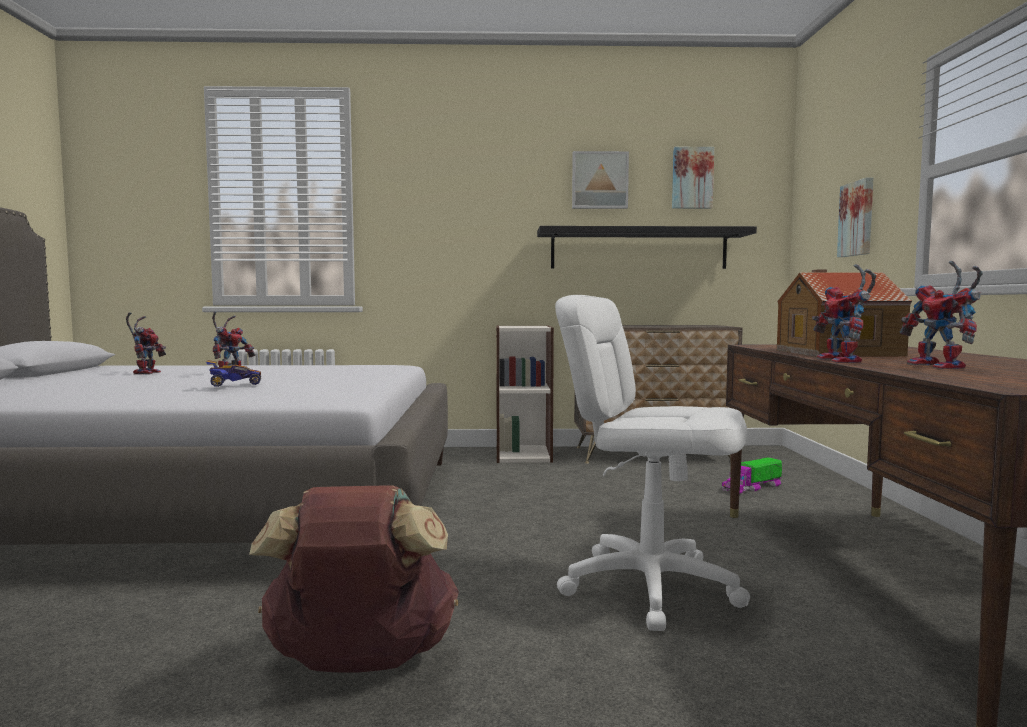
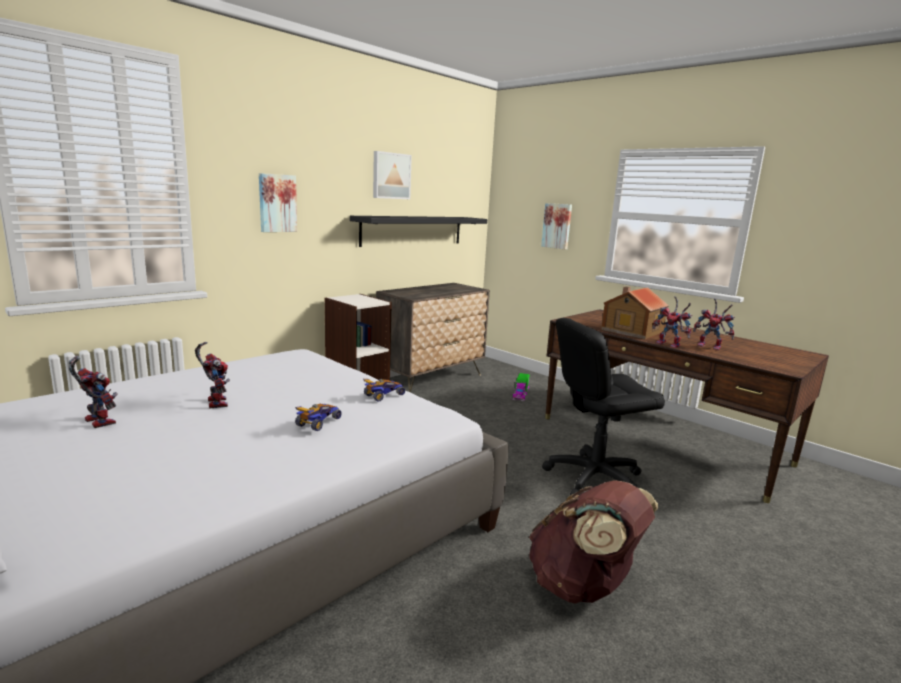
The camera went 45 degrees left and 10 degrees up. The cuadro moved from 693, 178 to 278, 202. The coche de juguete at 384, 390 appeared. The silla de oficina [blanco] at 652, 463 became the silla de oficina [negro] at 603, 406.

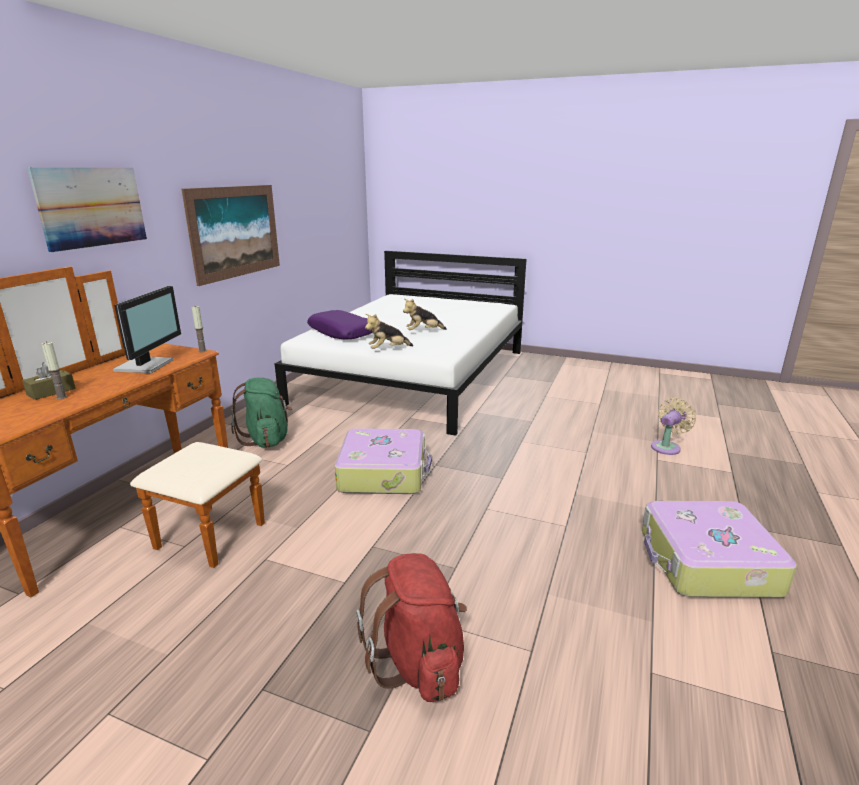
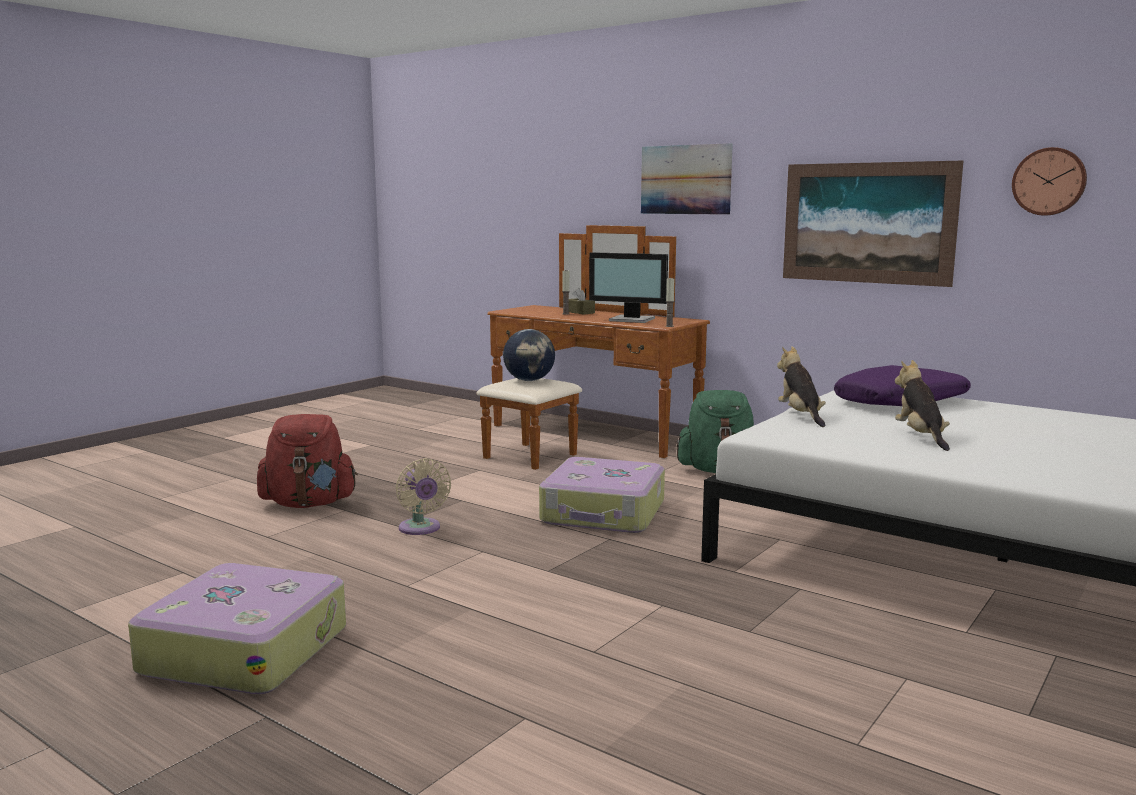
The camera went 105 degrees right and 10 degrees down. The ventilador [beis] moved from 673, 426 to 423, 496. The globo terráqueo at 529, 355 appeared. The reloj de pared at 1049, 181 appeared.

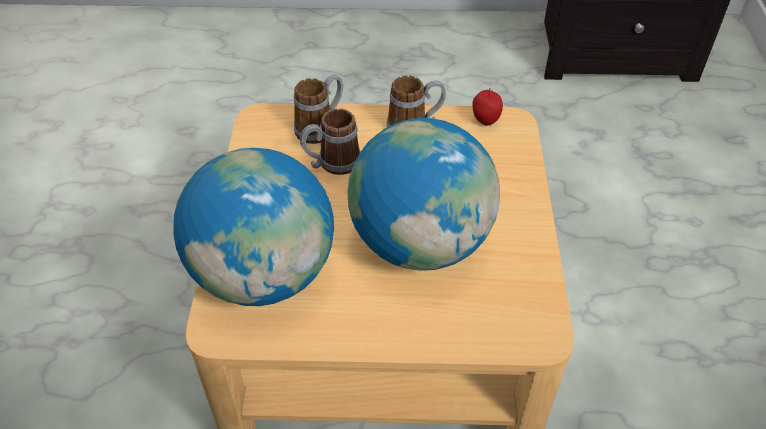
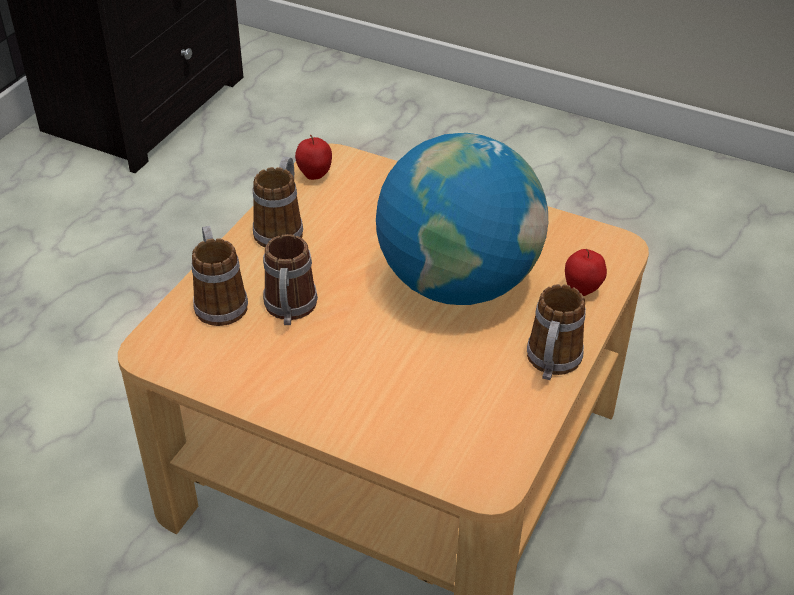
The camera went 65 degrees left and 5 degrees down. The taza grande at 556, 332 appeared. The manzana at 586, 272 appeared. The globo terráqueo at 253, 227 disappeared.

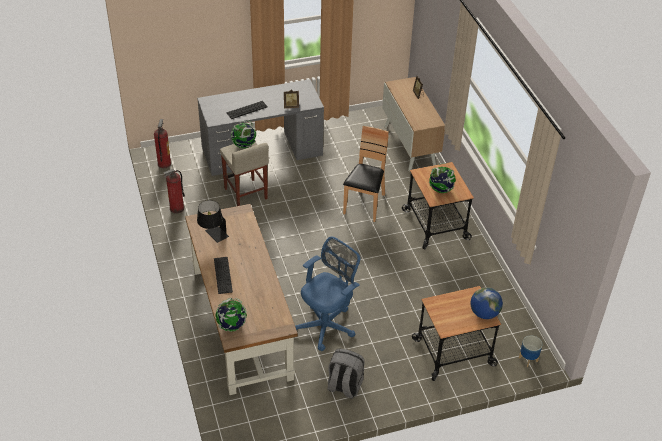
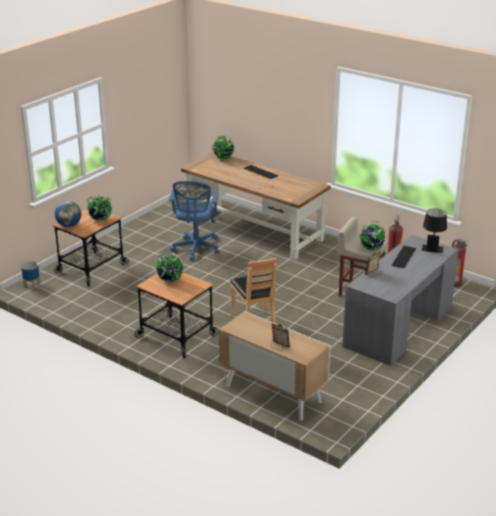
The camera went 145 degrees right and 15 degrees down. The globo terráqueo at 99, 207 appeared. The lámpara de mesa [negro] moved from 213, 221 to 434, 231. The mochila [gris] at 346, 374 disappeared.

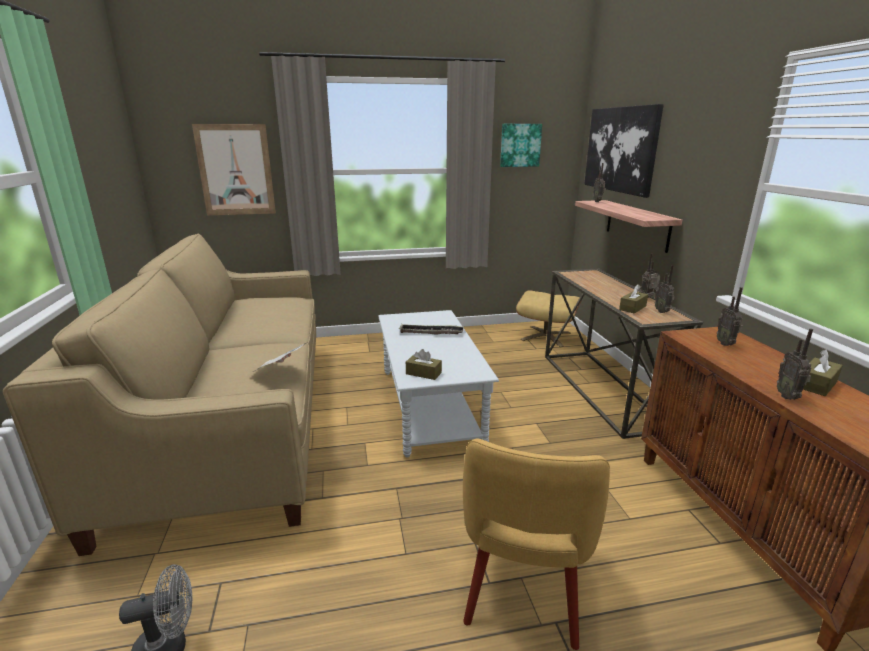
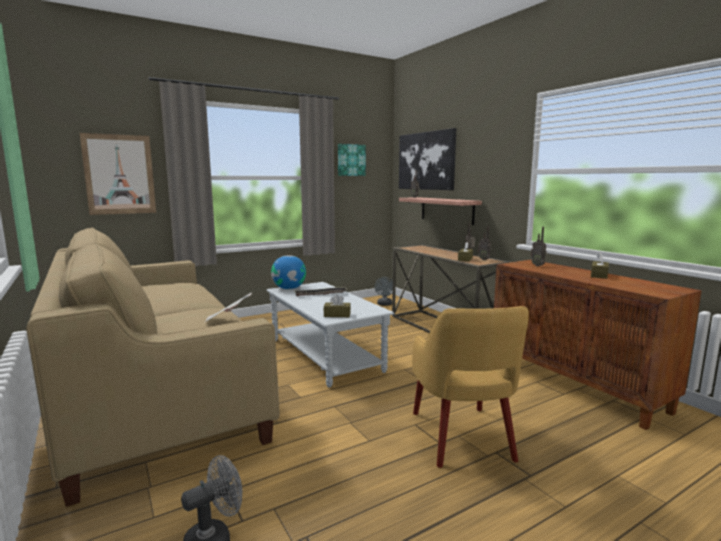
The camera went 20 degrees left and 10 degrees down. The globo terráqueo at 288, 272 appeared. The puf [beis] at 549, 318 was replaced by the ventilador [gris] at 384, 291. The radio at 795, 364 disappeared.

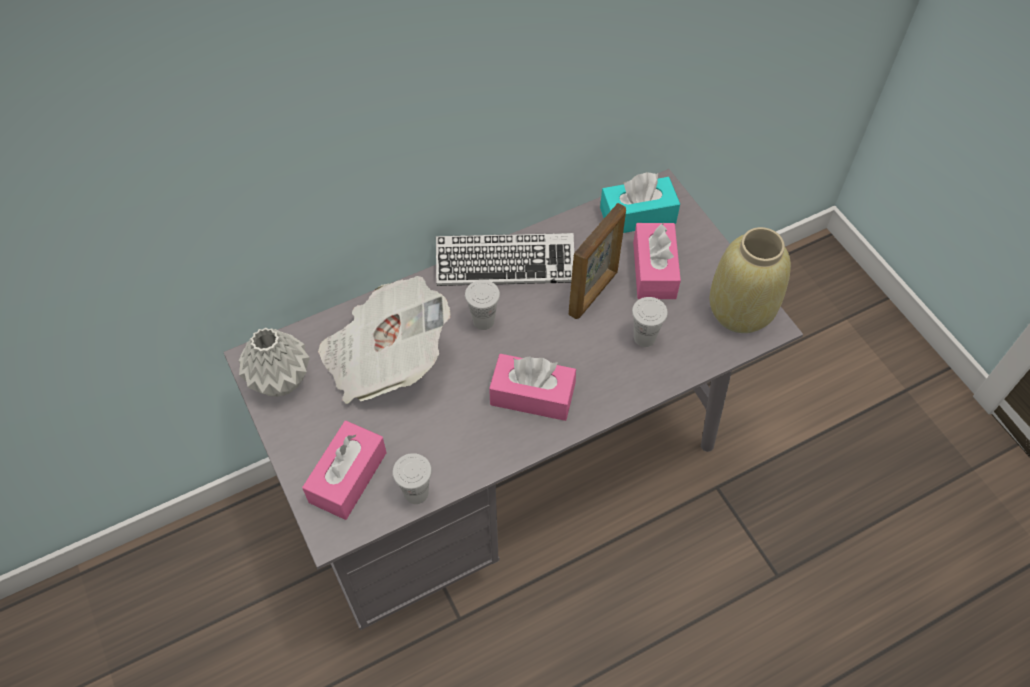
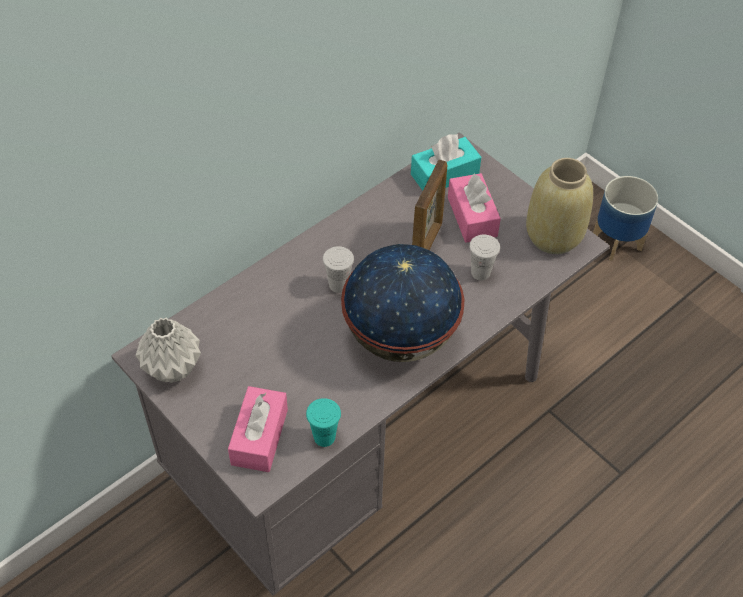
The camera went 15 degrees left and 5 degrees down. The taza [blanco] at 412, 478 became the taza [turquesa] at 323, 422. The caja de pañuelos [rosa] at 532, 387 was replaced by the globo terráqueo at 402, 303. The maceta at 625, 218 appeared. The periódico at 384, 340 disappeared. The teclado at 505, 259 disappeared.

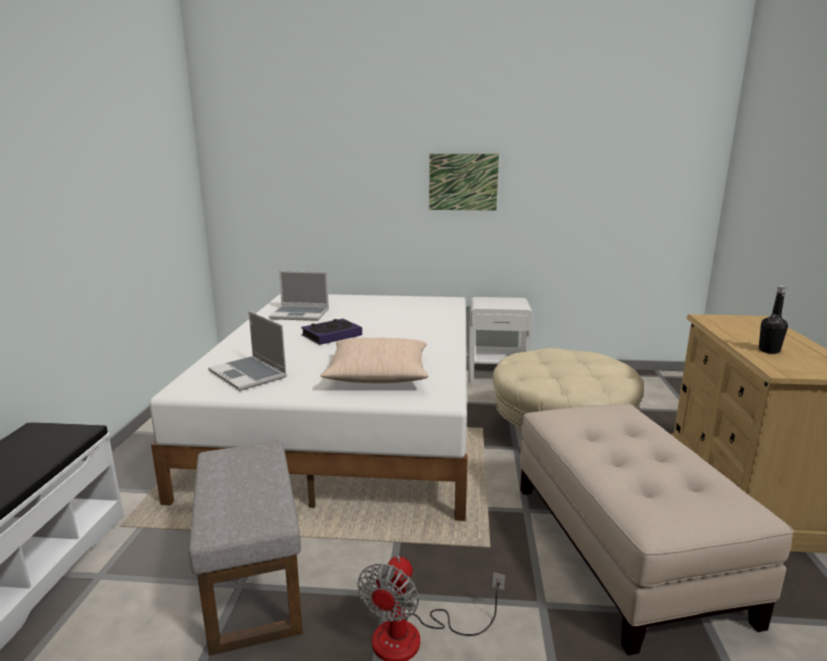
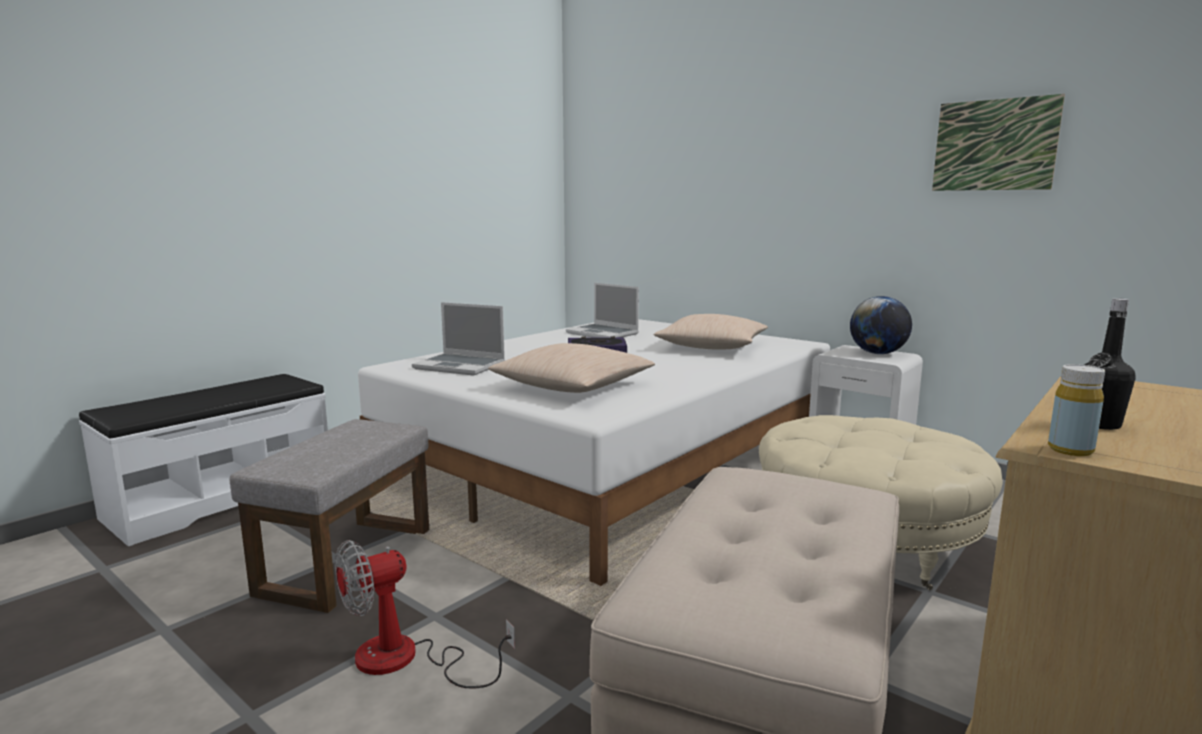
The camera went 35 degrees right and 5 degrees down. The portátil at 247, 351 turned 60 degrees counterclockwise. The cojín [beis] at 711, 332 appeared. The globo terráqueo at 881, 325 appeared. The cuadro moved from 464, 182 to 998, 142. The botella [amarillo] at 1076, 410 appeared.

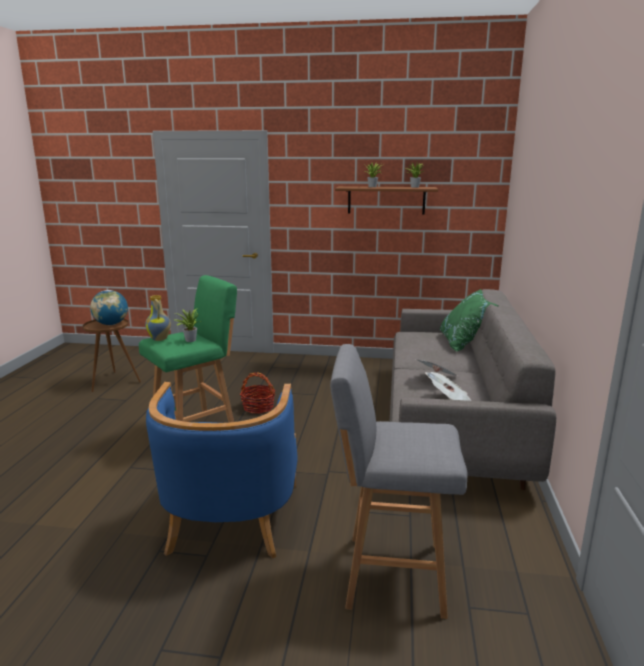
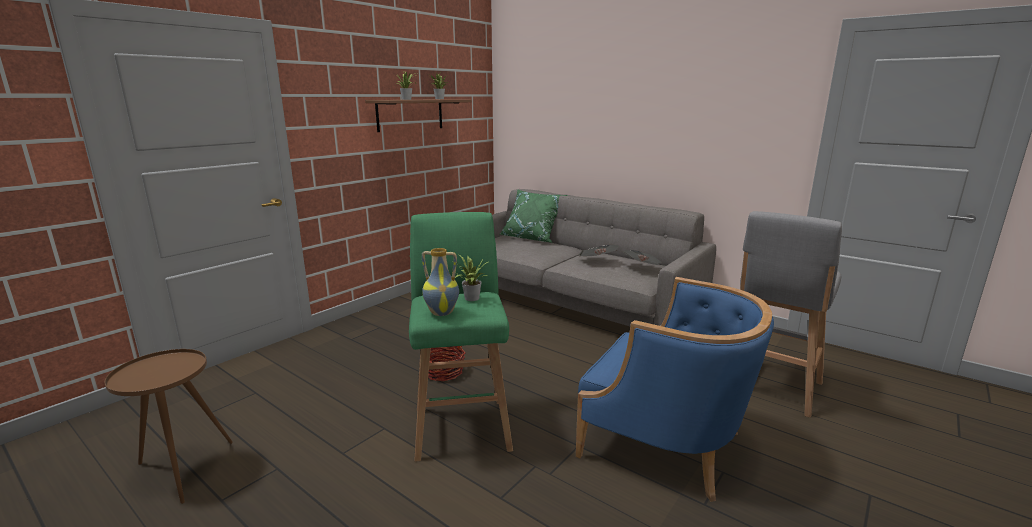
The camera went 60 degrees left and 0 degrees up. The globo terráqueo at 109, 307 disappeared.

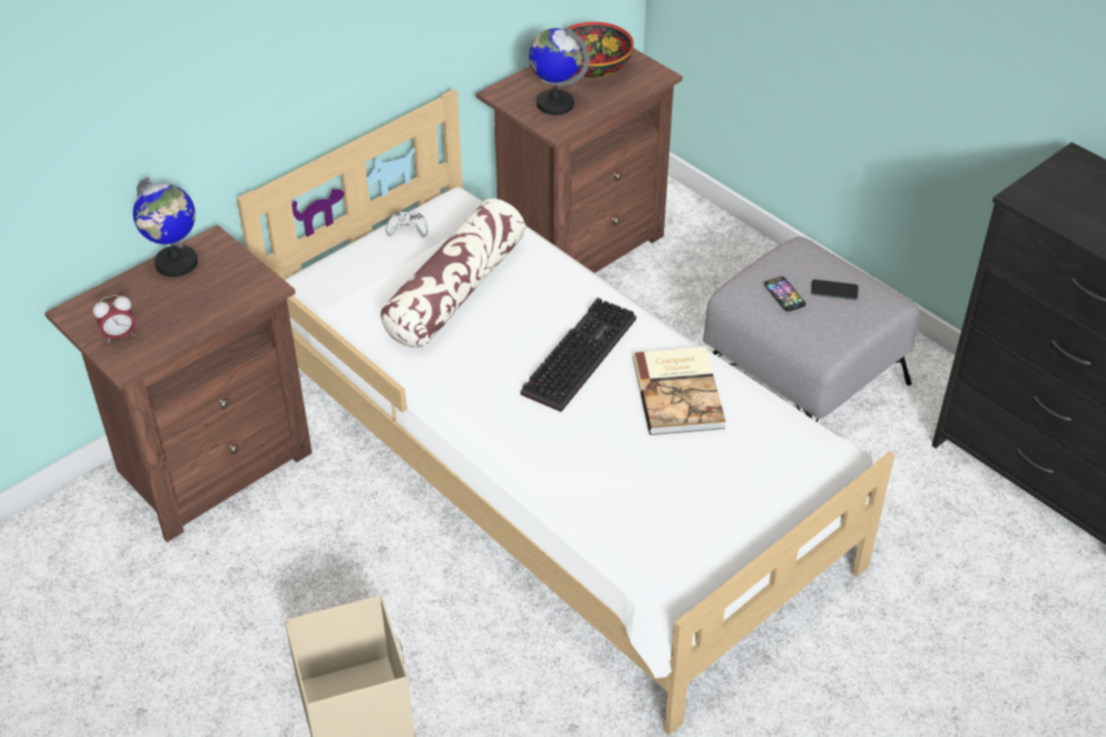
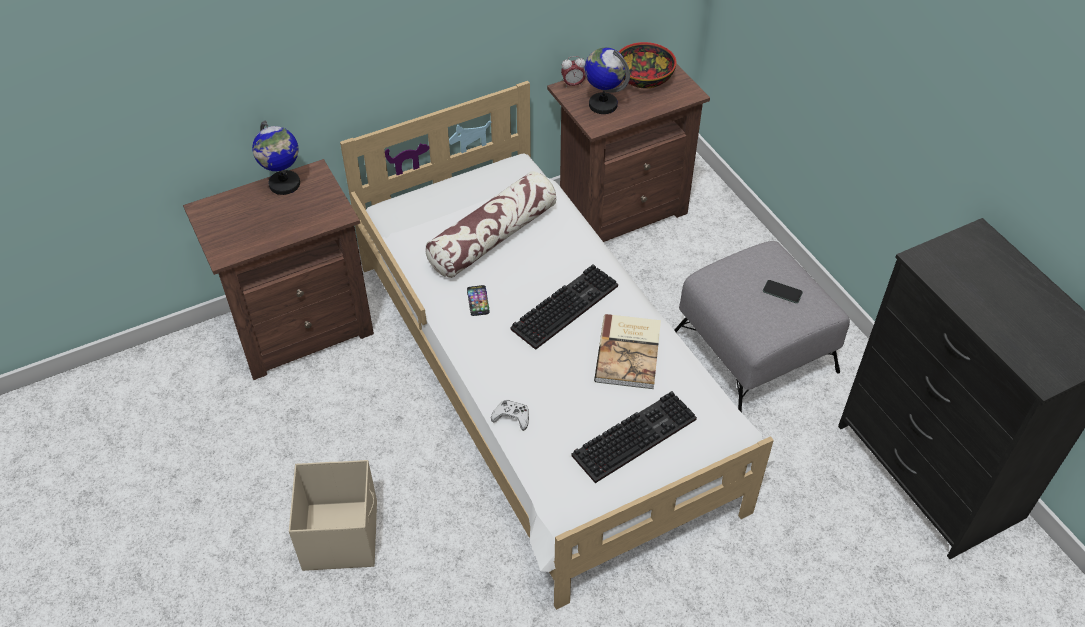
The camera went 15 degrees right and 5 degrees up. The móvil moved from 785, 294 to 478, 300. The mando de consola [blanco] moved from 407, 224 to 510, 415. The despertador moved from 114, 319 to 573, 72. The teclado at 634, 437 appeared.

